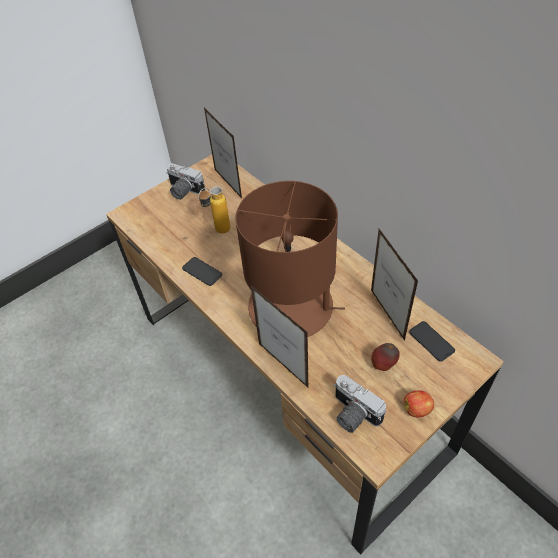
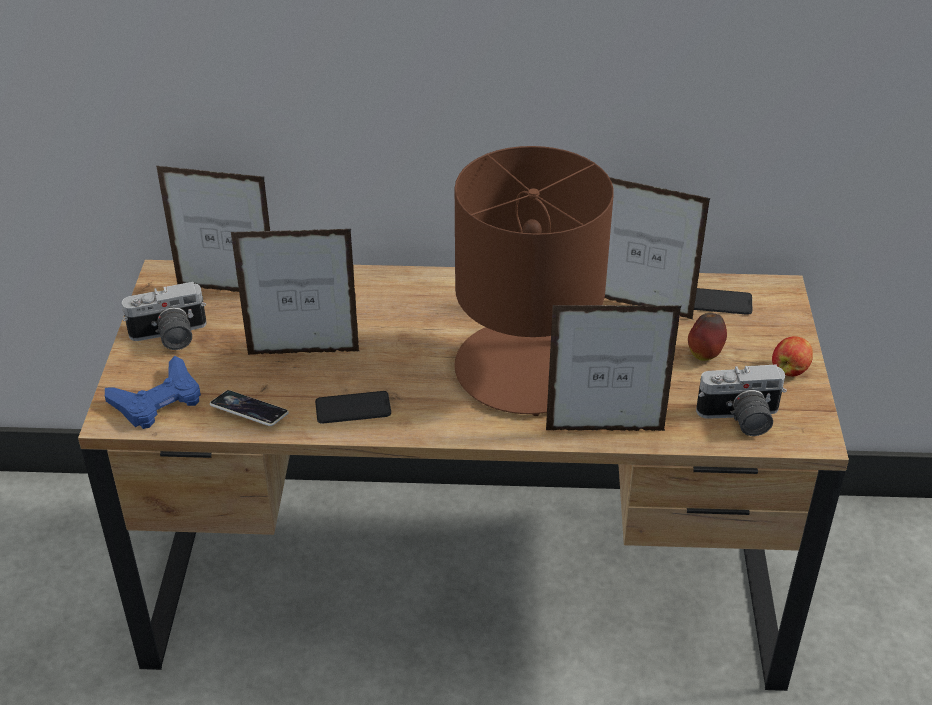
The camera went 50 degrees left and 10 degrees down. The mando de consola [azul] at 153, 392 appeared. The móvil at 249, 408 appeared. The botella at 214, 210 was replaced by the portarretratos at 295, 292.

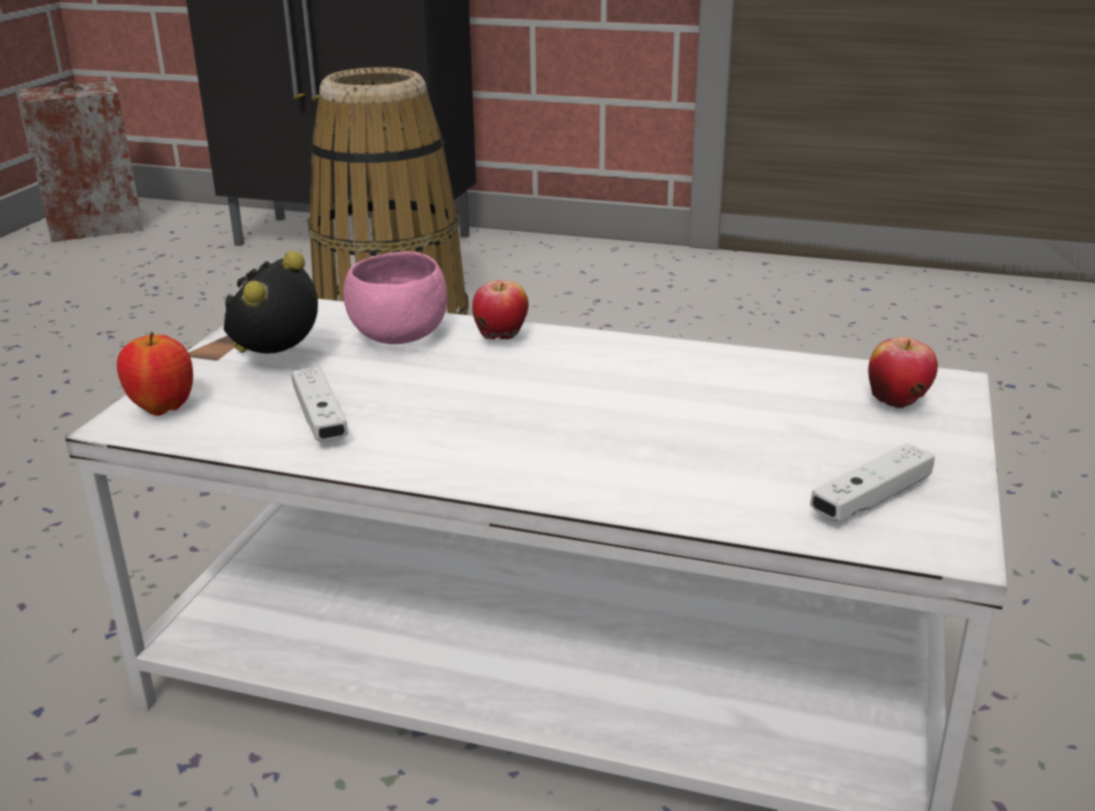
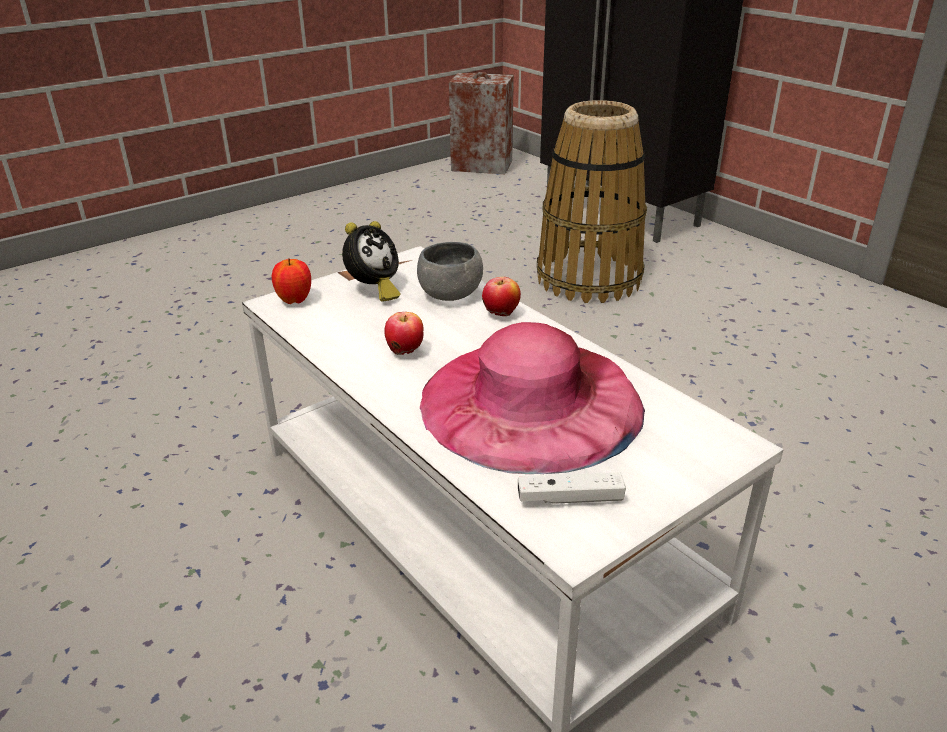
The camera went 35 degrees right and 5 degrees up. The despertador at 271, 302 turned 150 degrees clockwise. The manzana moved from 903, 373 to 403, 333. The cuenco [rosa] at 395, 297 became the cuenco [gris] at 450, 271. The sombrero [rosa] at 532, 398 appeared. The mando de consola [blanco] at 320, 404 disappeared.

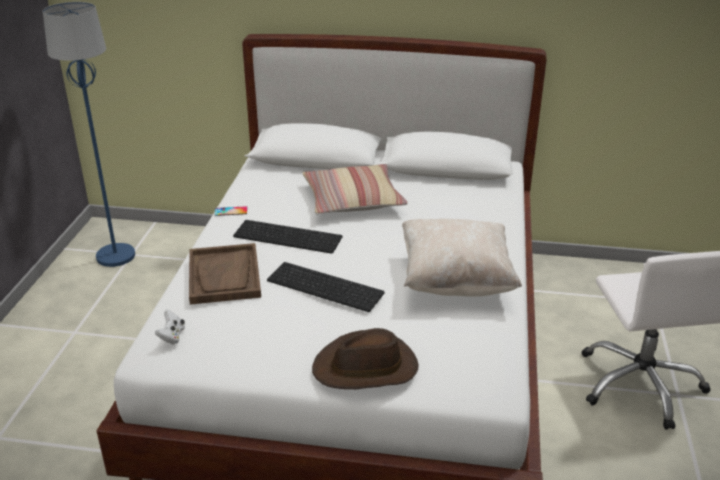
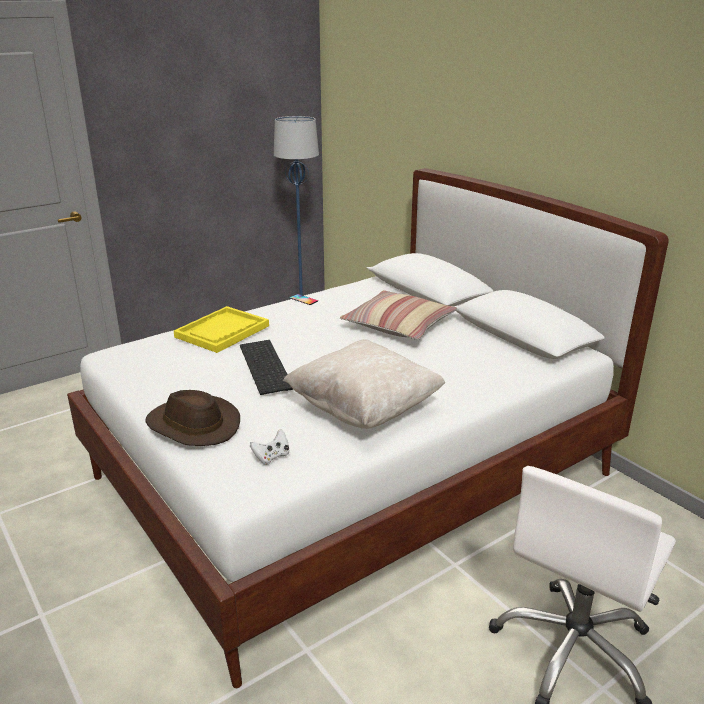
The camera went 45 degrees right and 5 degrees down. The bandeja [marrón] at 225, 274 became the bandeja [amarillo] at 221, 329. The mando de consola [blanco] moved from 170, 327 to 270, 447. The teclado at 287, 237 disappeared.

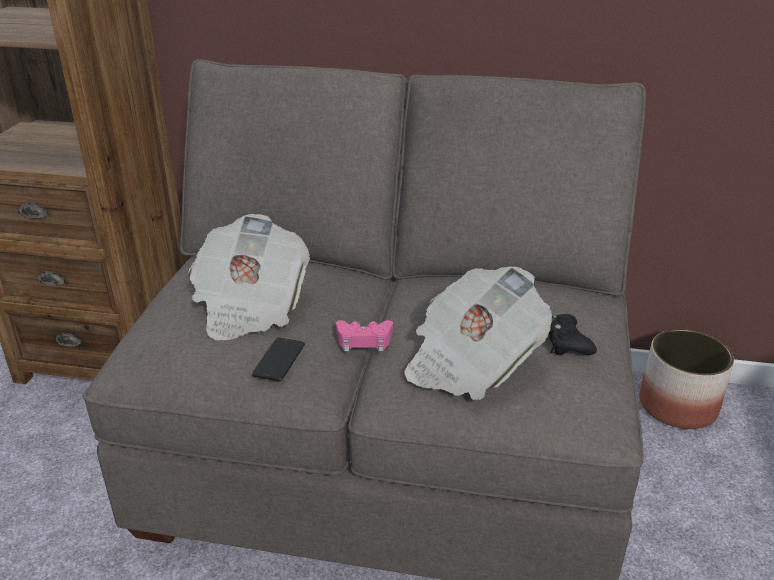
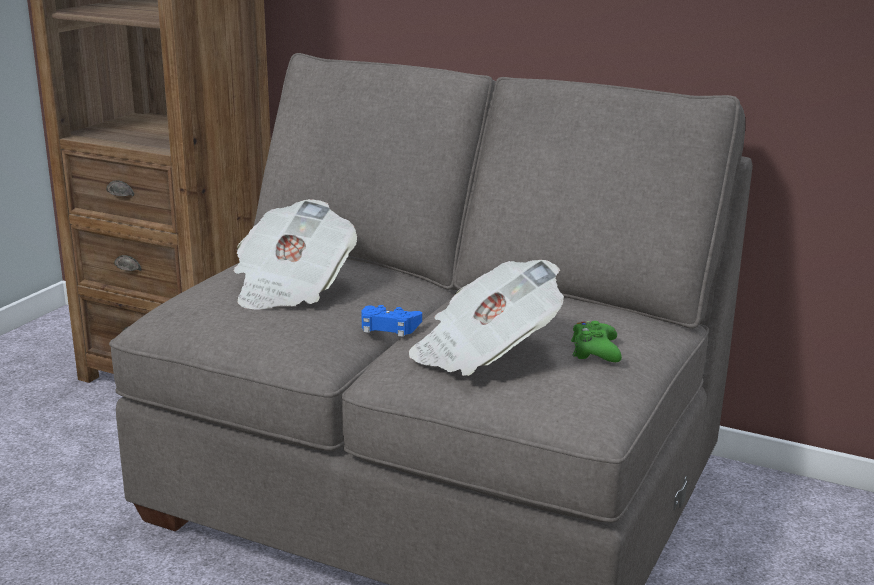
The camera went 15 degrees right and 10 degrees down. The mando de consola [rosa] at 364, 335 became the mando de consola [azul] at 391, 321. The mando de consola [negro] at 572, 334 became the mando de consola [verde] at 596, 341. The móvil at 278, 359 disappeared. The maceta at 686, 379 disappeared.

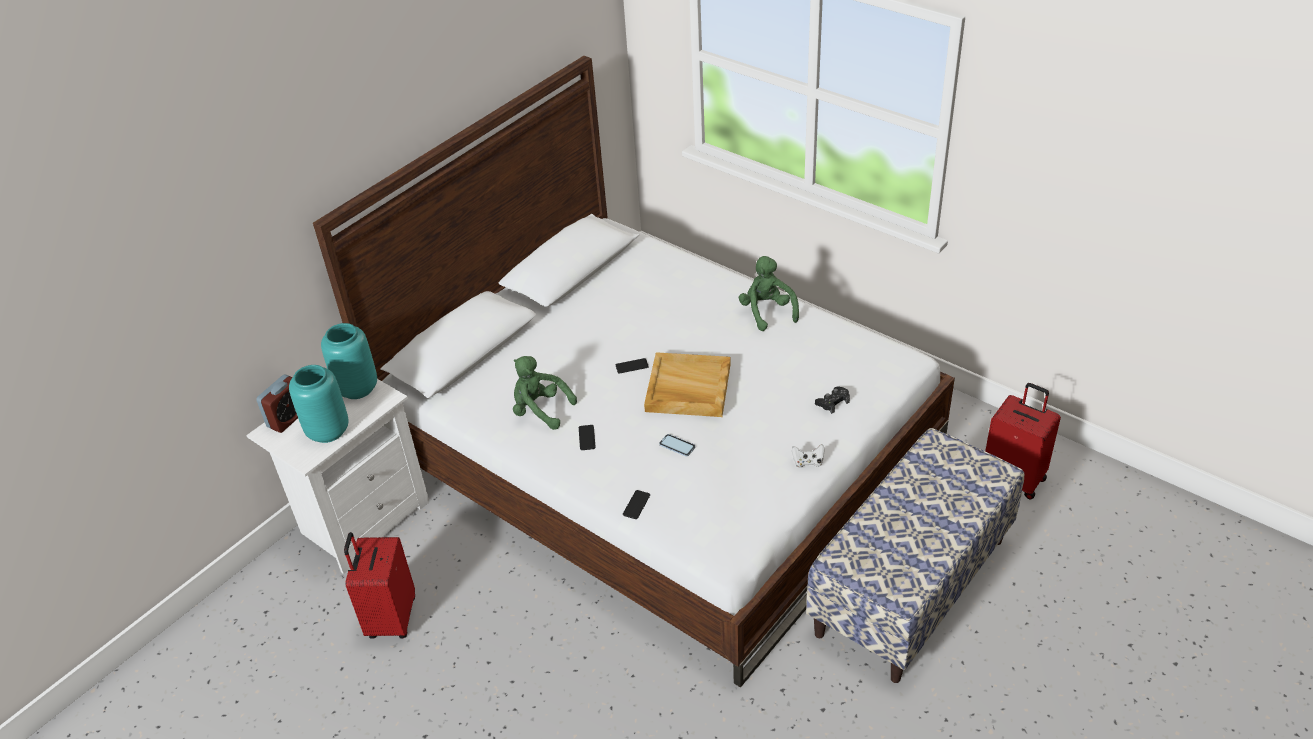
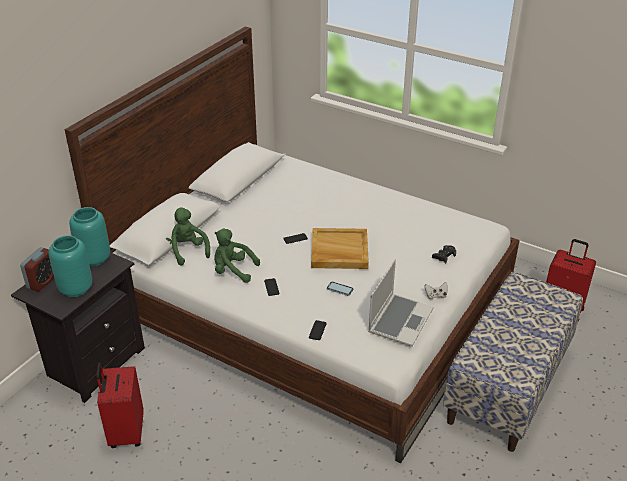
The camera went 10 degrees left and 5 degrees down. The mesita de noche [blanco] at 337, 476 became the mesita de noche [negro] at 78, 327. The peluche [verde] moved from 769, 293 to 188, 236. The portátil at 401, 303 appeared.

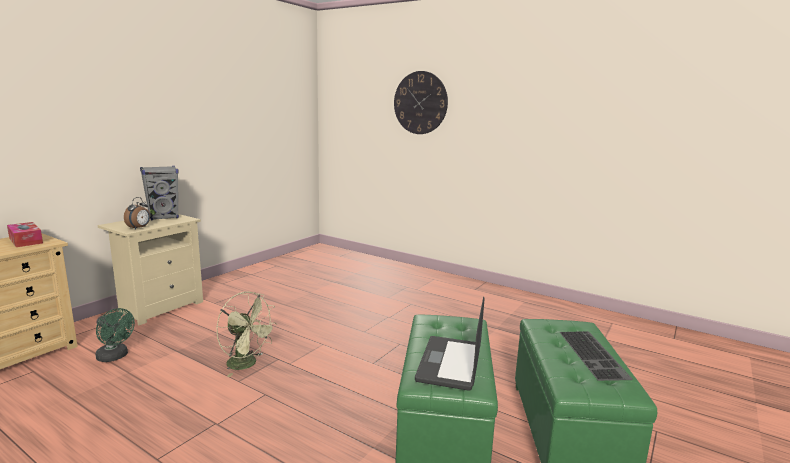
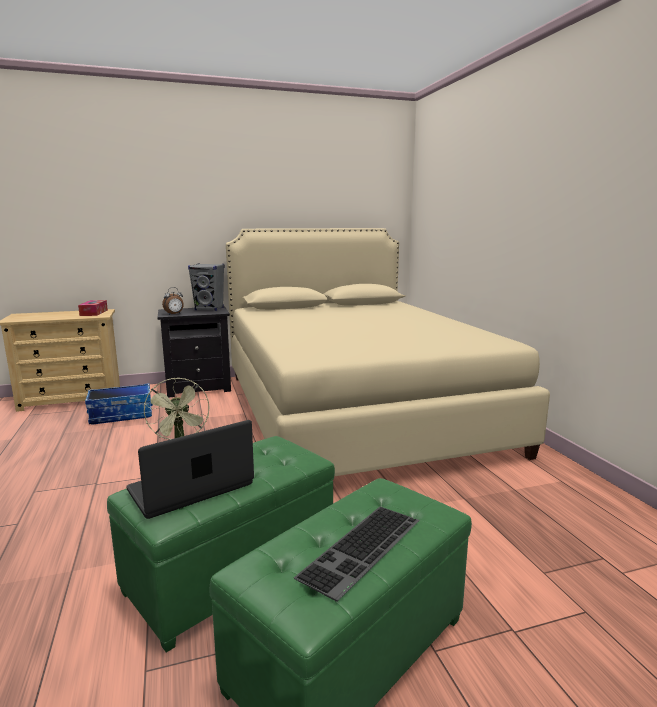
The camera went 40 degrees right and 0 degrees up. The ventilador [verde] at 115, 335 was replaced by the caja de almacenaje at 119, 404. The mesita de noche [beis] at 150, 269 became the mesita de noche [negro] at 194, 352. The cama [beis] at 388, 352 appeared. The reloj de pared at 421, 102 disappeared.

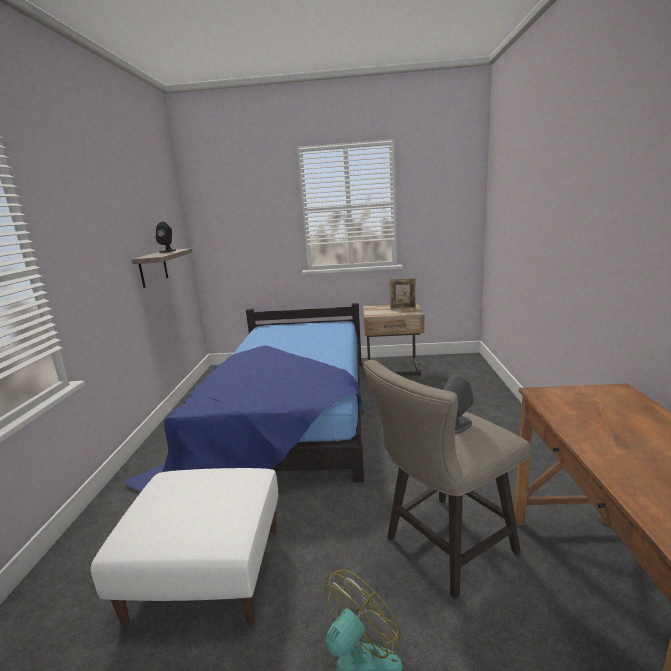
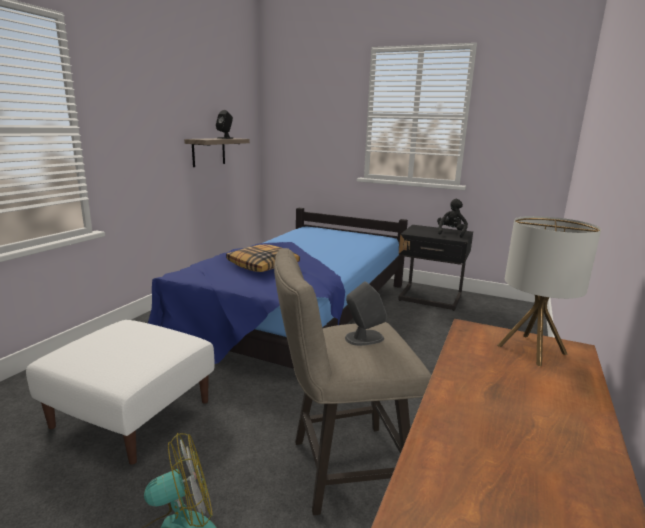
The camera went 20 degrees right and 0 degrees up. The cojín at 263, 258 appeared. The mesita de noche [beis] at 393, 339 became the mesita de noche [negro] at 435, 268. The portarretratos at 403, 294 was replaced by the peluche [negro] at 452, 218. The lámpara de mesa at 549, 291 appeared.

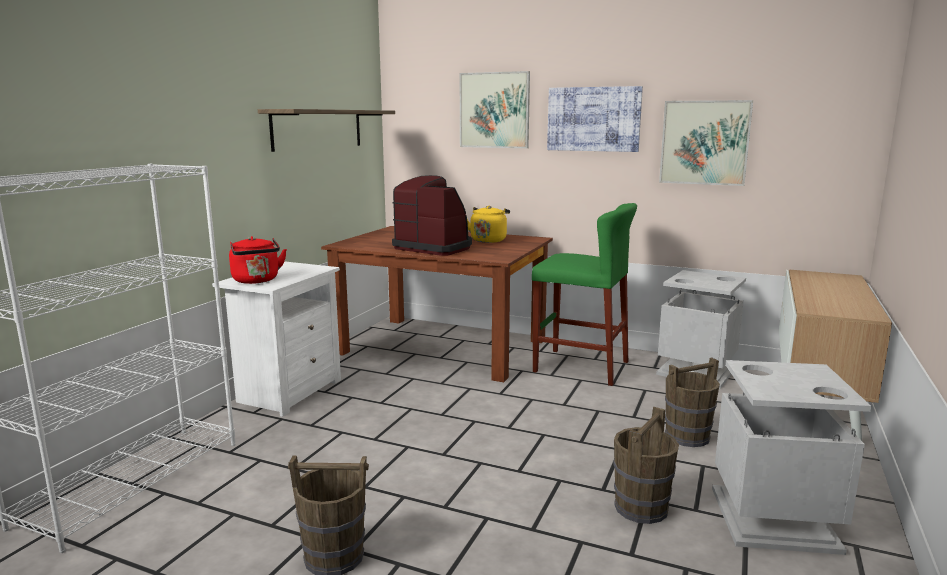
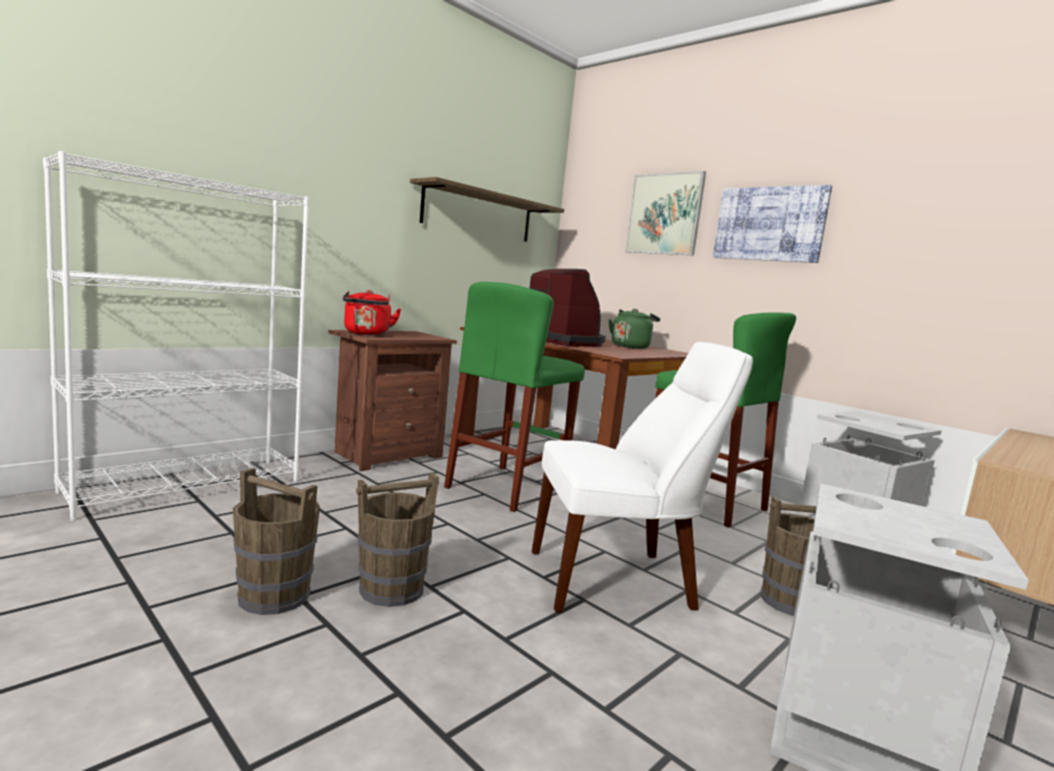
The camera went 20 degrees right and 5 degrees down. The mesita de noche [blanco] at 276, 339 became the mesita de noche [marrón] at 392, 400. The cubo [marrón] moved from 646, 465 to 397, 539. The taburete [verde] at 514, 397 appeared. The silla [blanco] at 642, 477 appeared. The hervidor [amarillo] at 488, 224 became the hervidor [verde] at 634, 329. The cuadro at 706, 143 disappeared.

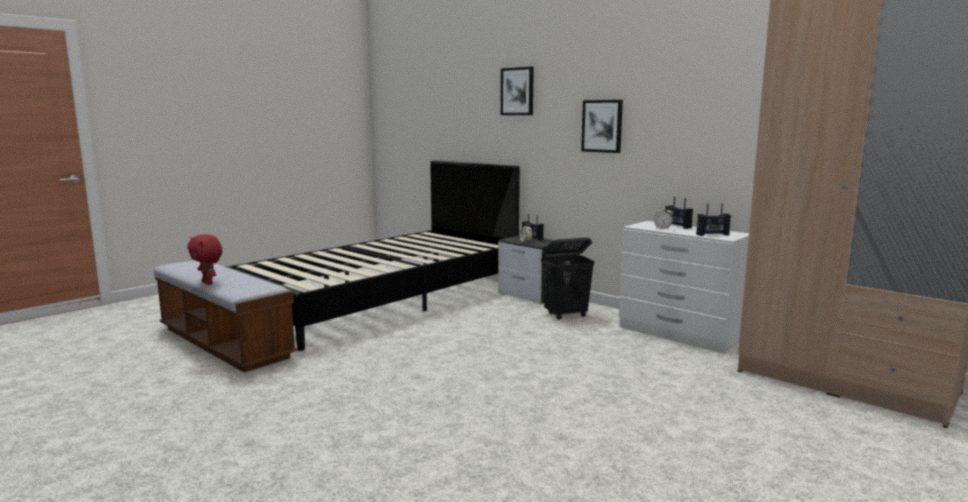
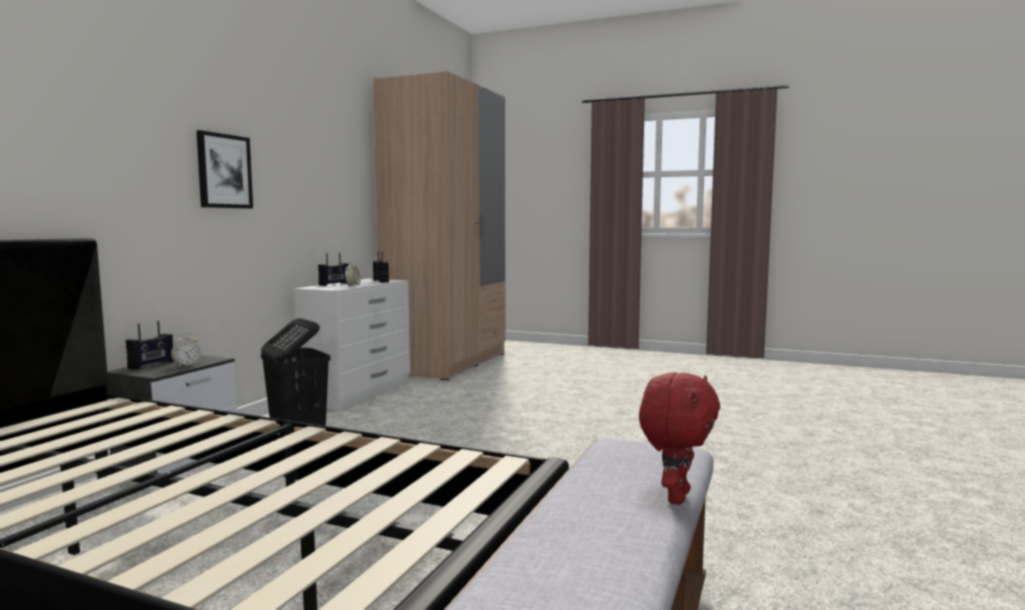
The camera went 110 degrees left and 5 degrees down. The cuadro at 517, 91 disappeared.

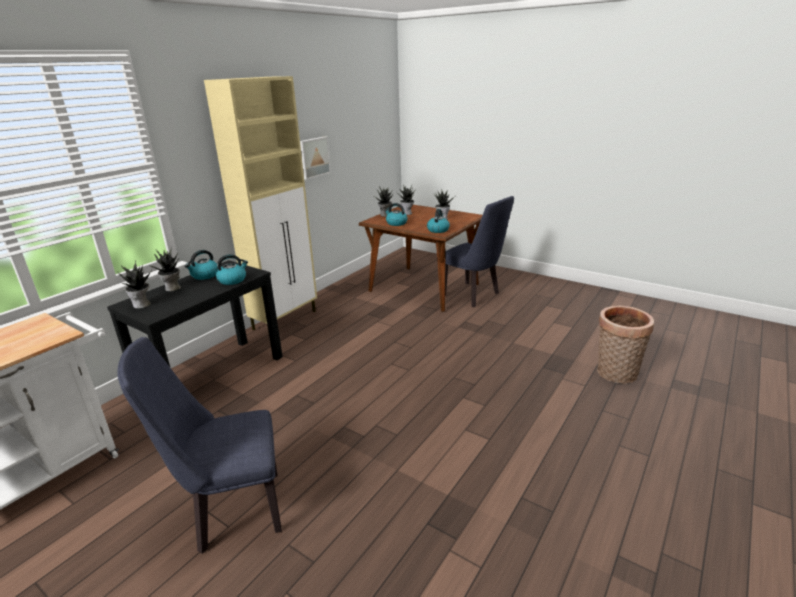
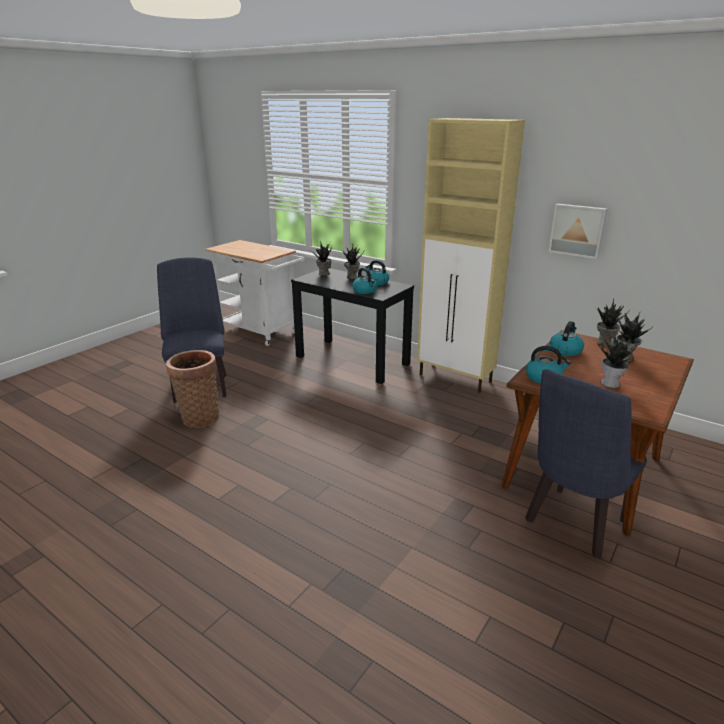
The camera went 90 degrees right and 0 degrees up. The cesta moved from 625, 345 to 192, 389.

